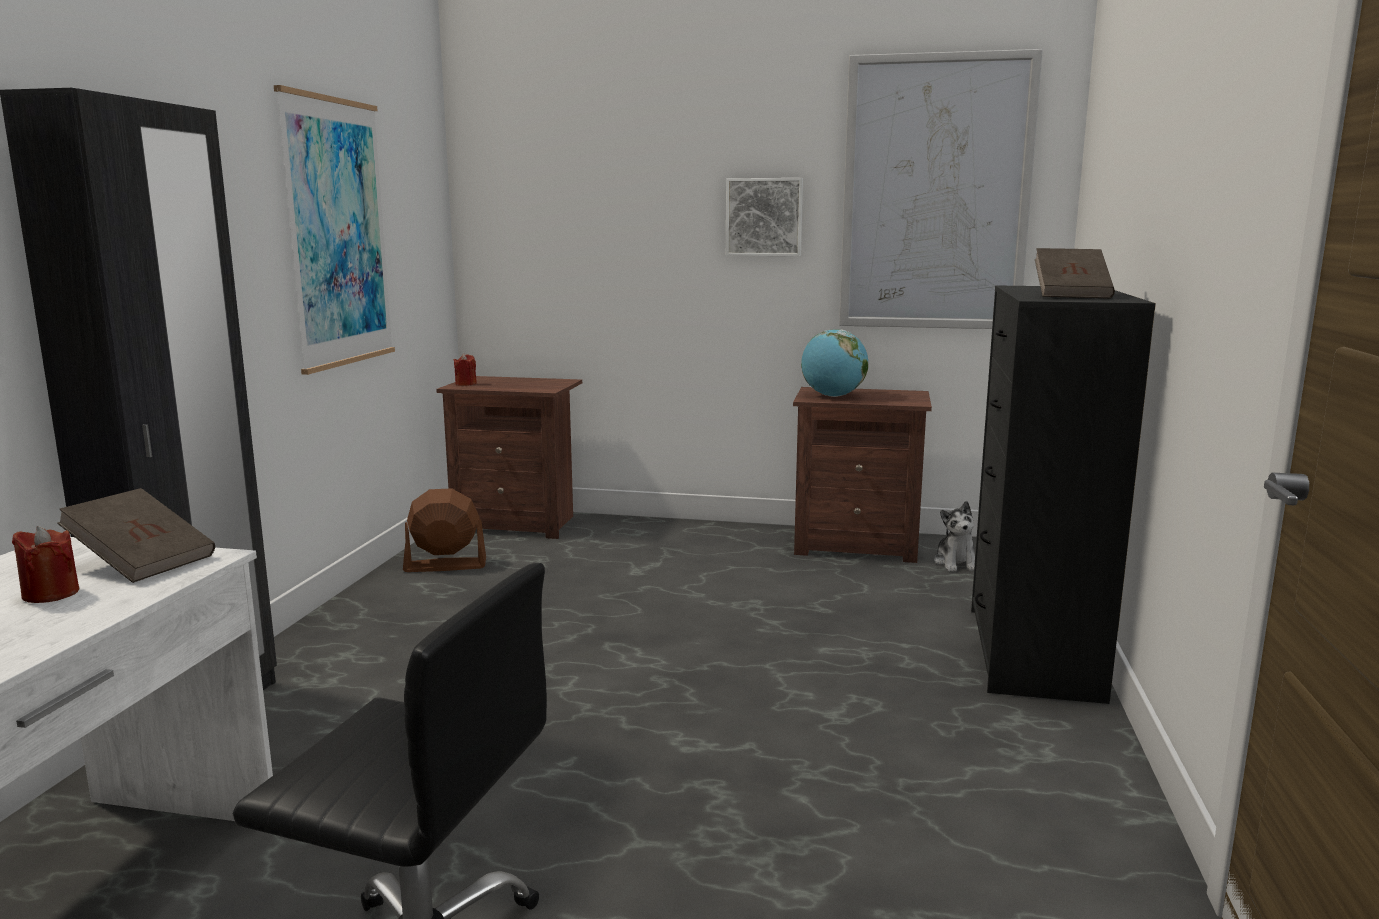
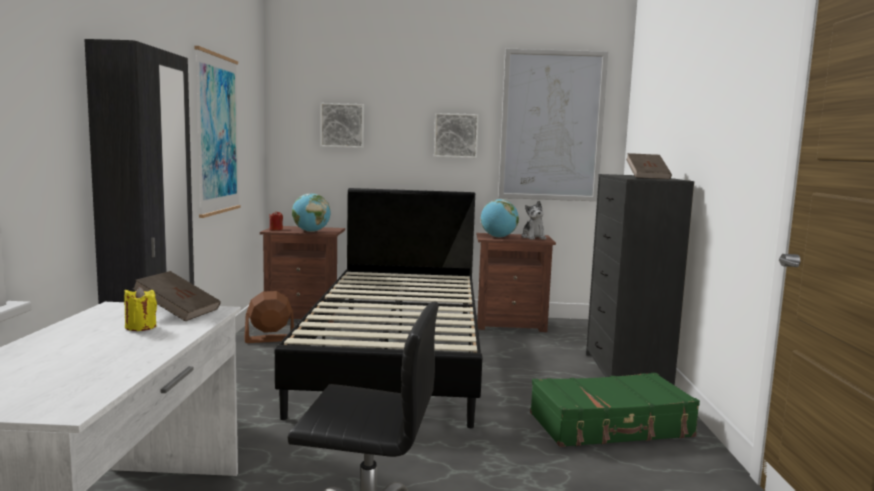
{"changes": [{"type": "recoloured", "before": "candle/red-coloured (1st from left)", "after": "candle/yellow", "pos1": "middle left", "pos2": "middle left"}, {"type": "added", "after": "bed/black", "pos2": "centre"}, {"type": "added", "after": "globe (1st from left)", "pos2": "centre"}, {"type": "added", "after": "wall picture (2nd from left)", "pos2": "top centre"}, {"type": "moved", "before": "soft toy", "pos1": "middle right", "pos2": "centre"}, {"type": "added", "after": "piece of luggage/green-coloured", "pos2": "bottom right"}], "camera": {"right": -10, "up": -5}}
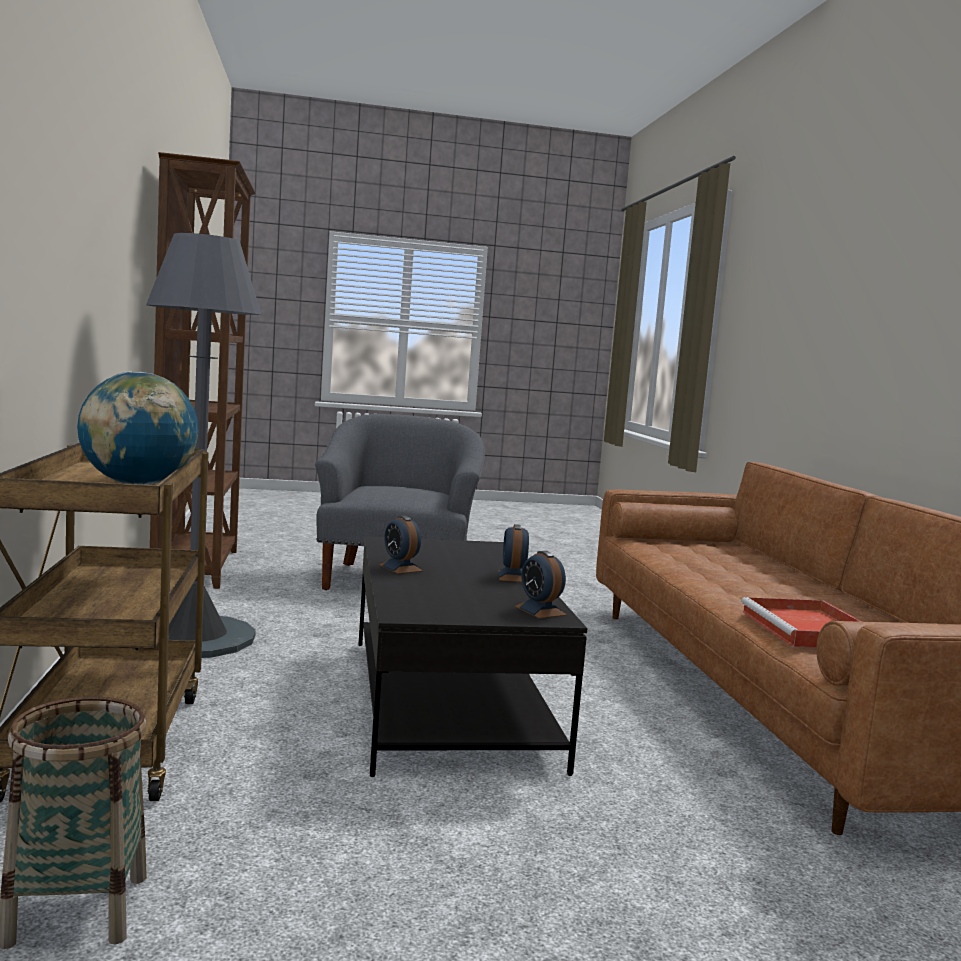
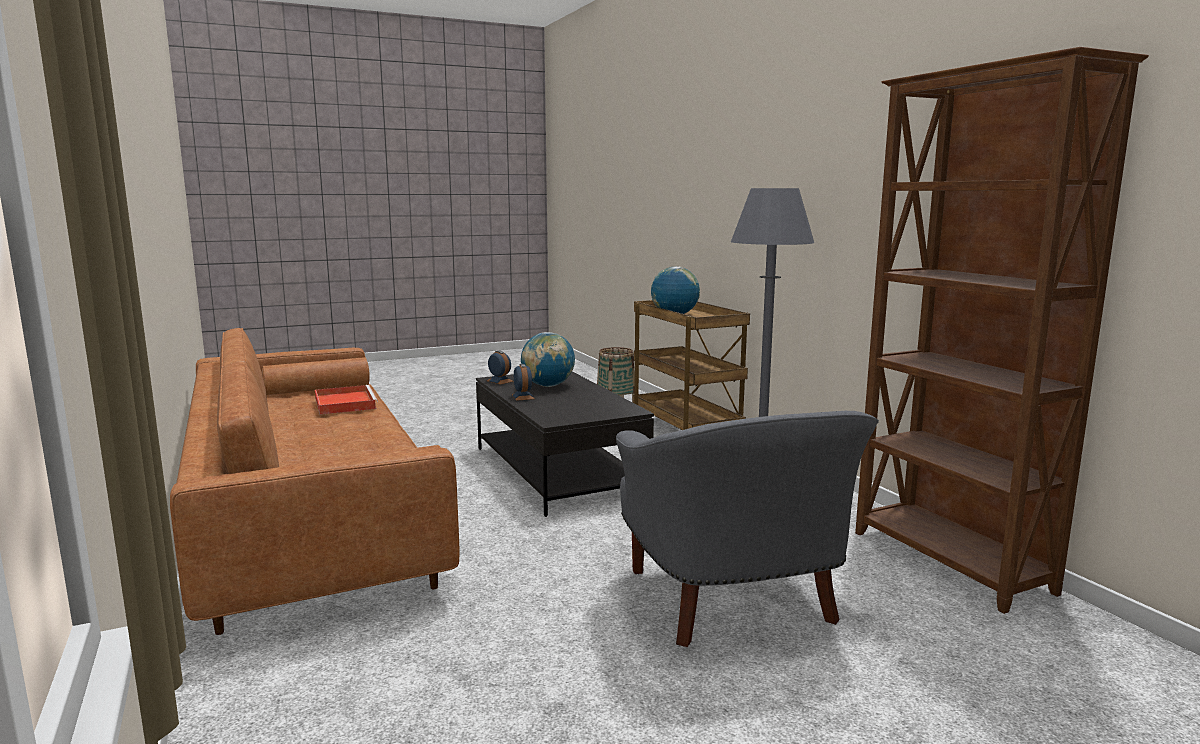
{"changes": [{"type": "added", "after": "globe (1st from left)", "pos2": "centre"}, {"type": "removed", "before": "table clock (1st from left)", "pos1": "centre"}], "camera": {"right": 165, "up": 5}}
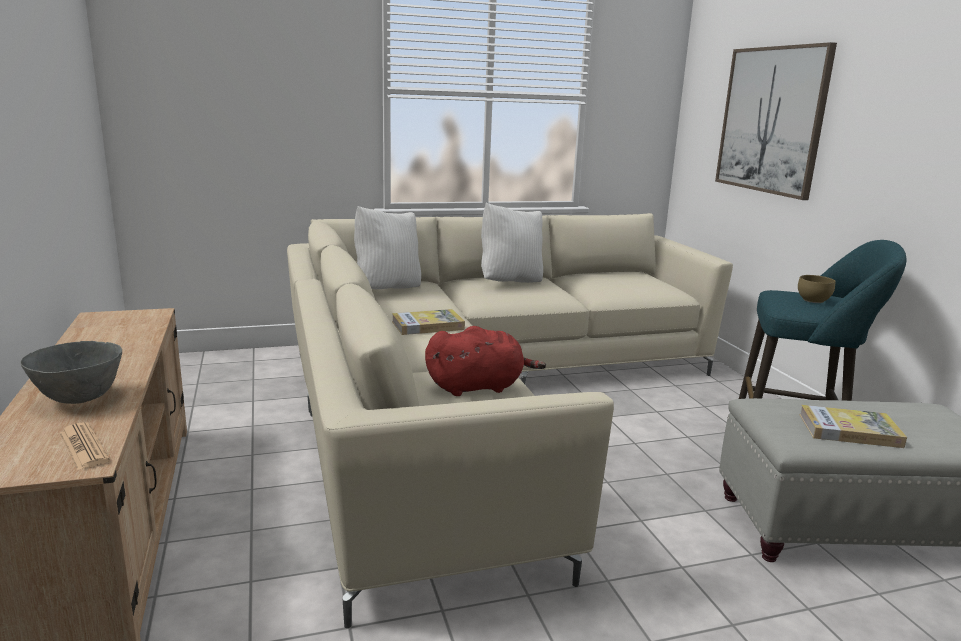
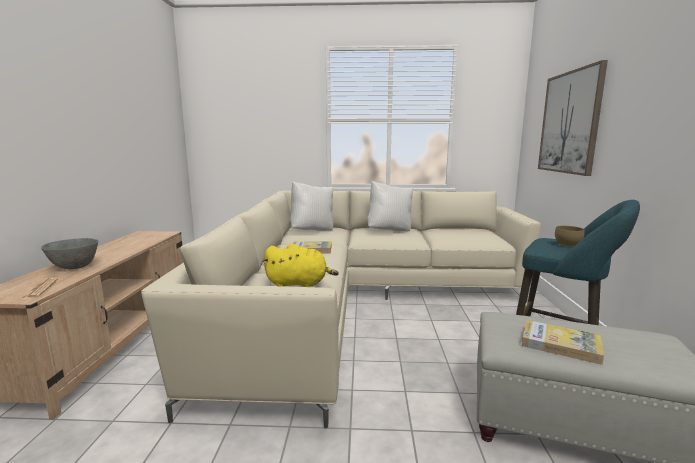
{"changes": [{"type": "recoloured", "before": "soft toy/red-coloured", "after": "soft toy/yellow", "pos1": "centre", "pos2": "centre"}], "camera": {"right": 20, "up": -5}}
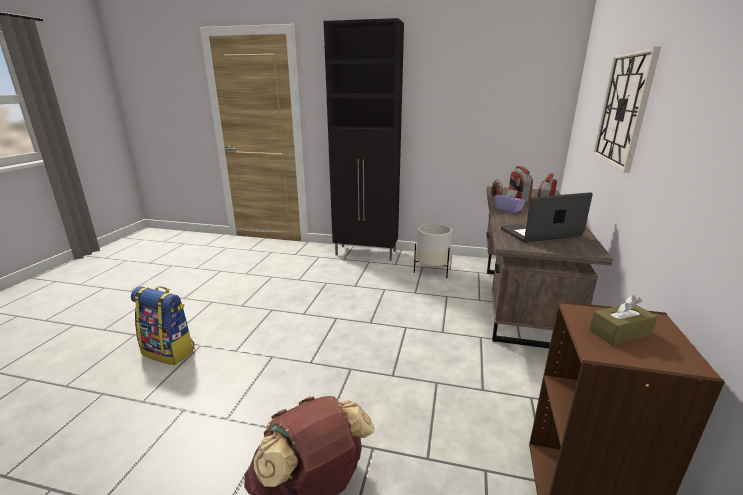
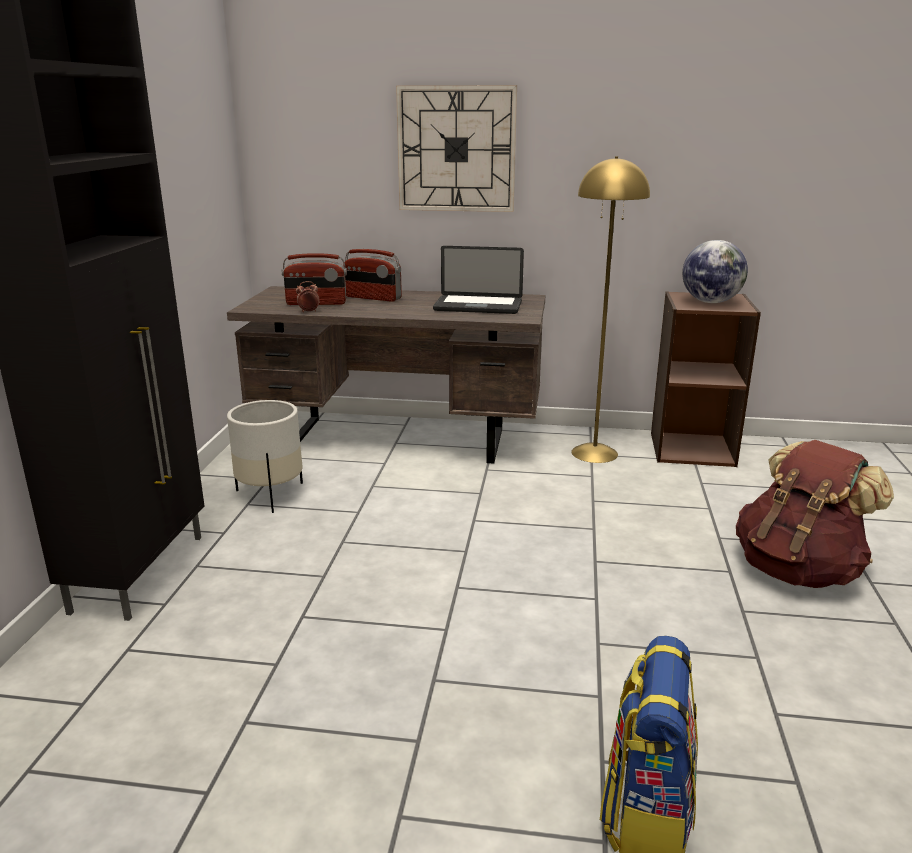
{"changes": [{"type": "turned", "before": "portable computer", "pos1": "middle right", "pos2": "top centre", "turn": -60}, {"type": "added", "after": "standing lamp/yellow", "pos2": "middle right"}, {"type": "replaced", "before": "tissue box/brown-coloured", "after": "globe", "pos1": "middle right", "pos2": "top right"}, {"type": "removed", "before": "tissue box/purplish", "pos1": "middle right"}], "camera": {"right": -95, "up": 0}}
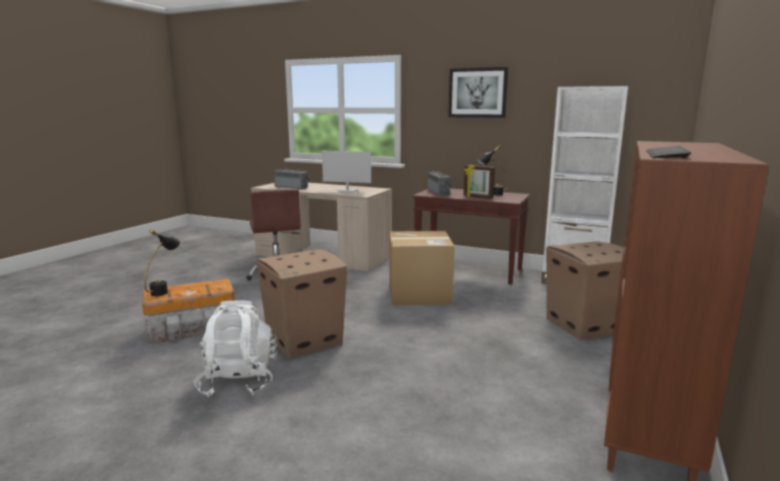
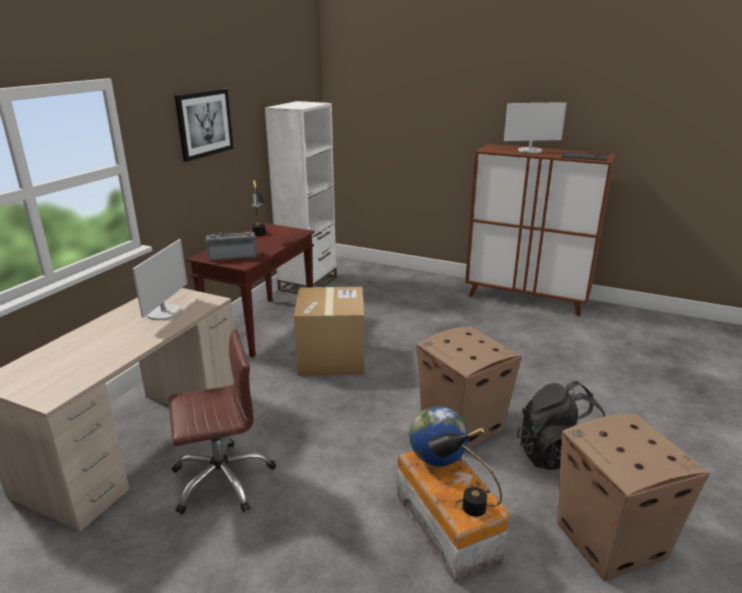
{"changes": [{"type": "added", "after": "globe", "pos2": "bottom centre"}, {"type": "added", "after": "monitor (2nd from left)", "pos2": "top right"}, {"type": "recoloured", "before": "backpack/white-coloured", "after": "backpack/black", "pos1": "bottom left", "pos2": "bottom right"}, {"type": "moved", "before": "cardboard box (3rd from left)", "pos1": "middle right", "pos2": "bottom right"}, {"type": "removed", "before": "radio (1st from left)", "pos1": "centre"}, {"type": "removed", "before": "standing frame", "pos1": "centre"}], "camera": {"right": -90, "up": 10}}
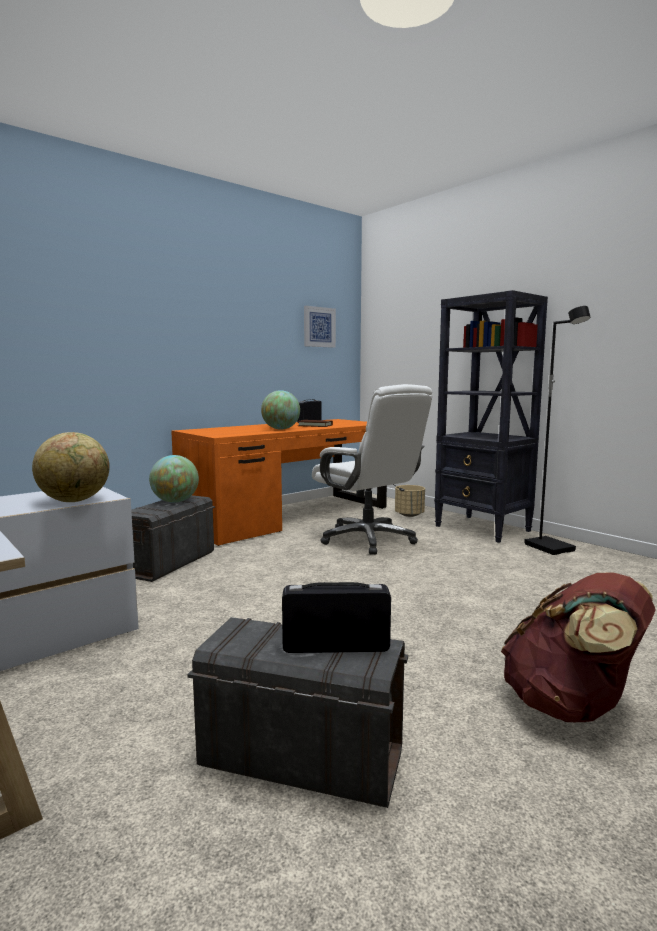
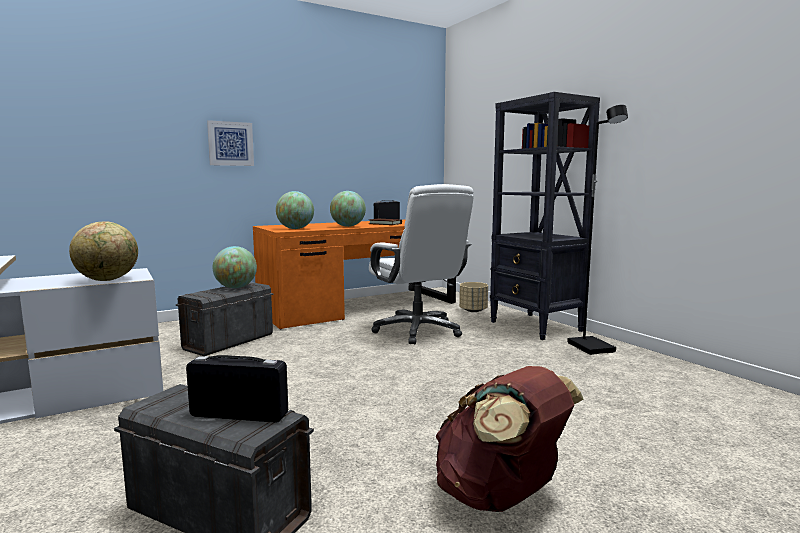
{"changes": [{"type": "moved", "before": "wall picture", "pos1": "centre", "pos2": "top left"}, {"type": "added", "after": "globe (3rd from left)", "pos2": "centre"}], "camera": {"right": 10, "up": 0}}
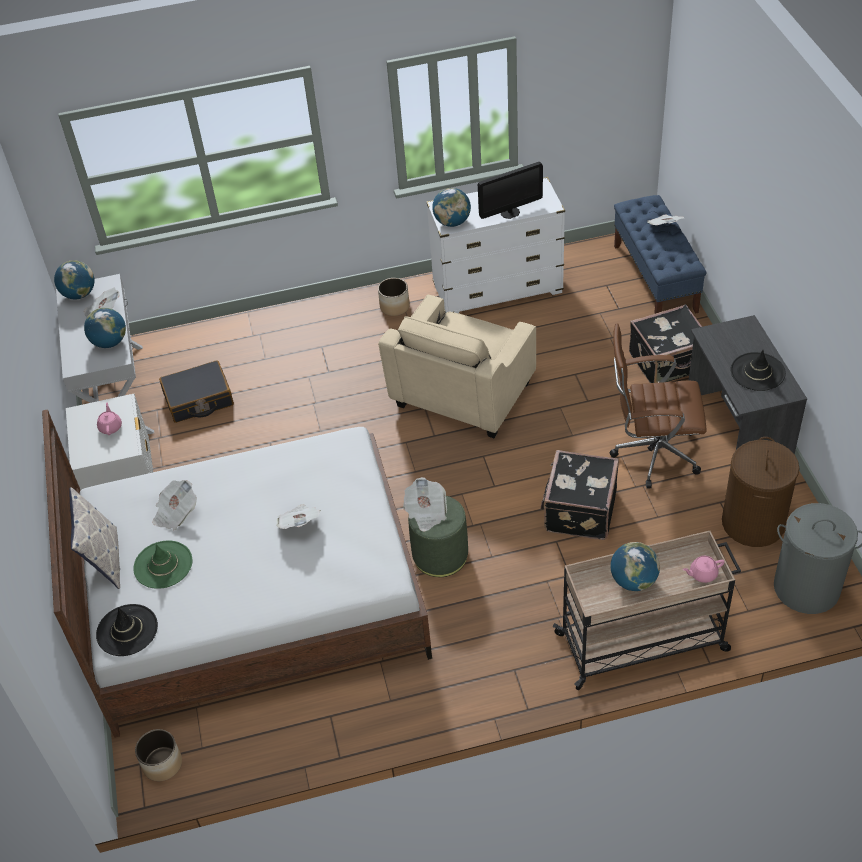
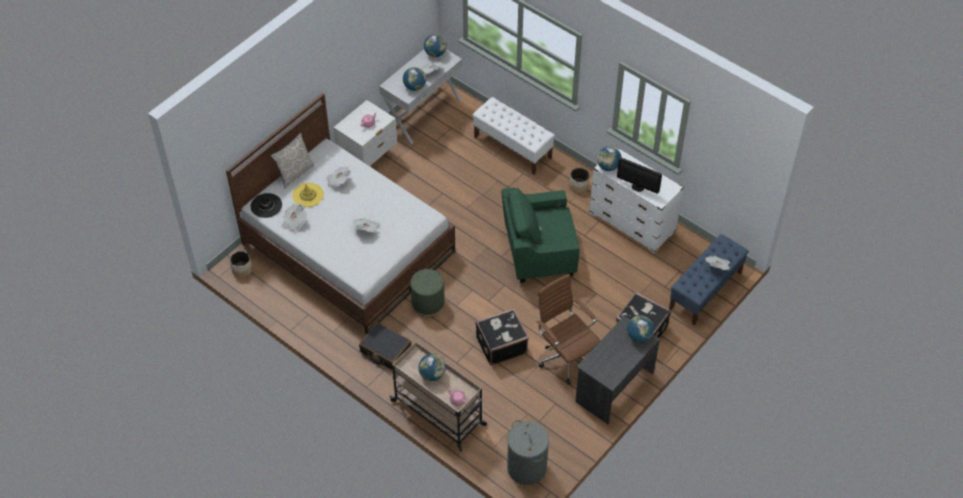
{"changes": [{"type": "moved", "before": "daily paper (4th from left in the first image)", "after": "daily paper (1st from left)", "pos1": "centre", "pos2": "middle left"}, {"type": "recoloured", "before": "clothing hat/green-coloured", "after": "clothing hat/yellow", "pos1": "middle left", "pos2": "middle left"}, {"type": "moved", "before": "piece of luggage/black (1st from left)", "pos1": "middle left", "pos2": "bottom centre"}, {"type": "added", "after": "indoor bench/white-coloured", "pos2": "top centre"}, {"type": "recoloured", "before": "armchair/beige", "after": "armchair/green-coloured", "pos1": "centre", "pos2": "centre"}, {"type": "added", "after": "globe (5th from left)", "pos2": "centre"}, {"type": "removed", "before": "hamper/brown-coloured", "pos1": "middle right"}, {"type": "removed", "before": "clothing hat/black (2nd from left)", "pos1": "middle right"}], "camera": {"right": 50, "up": 5}}
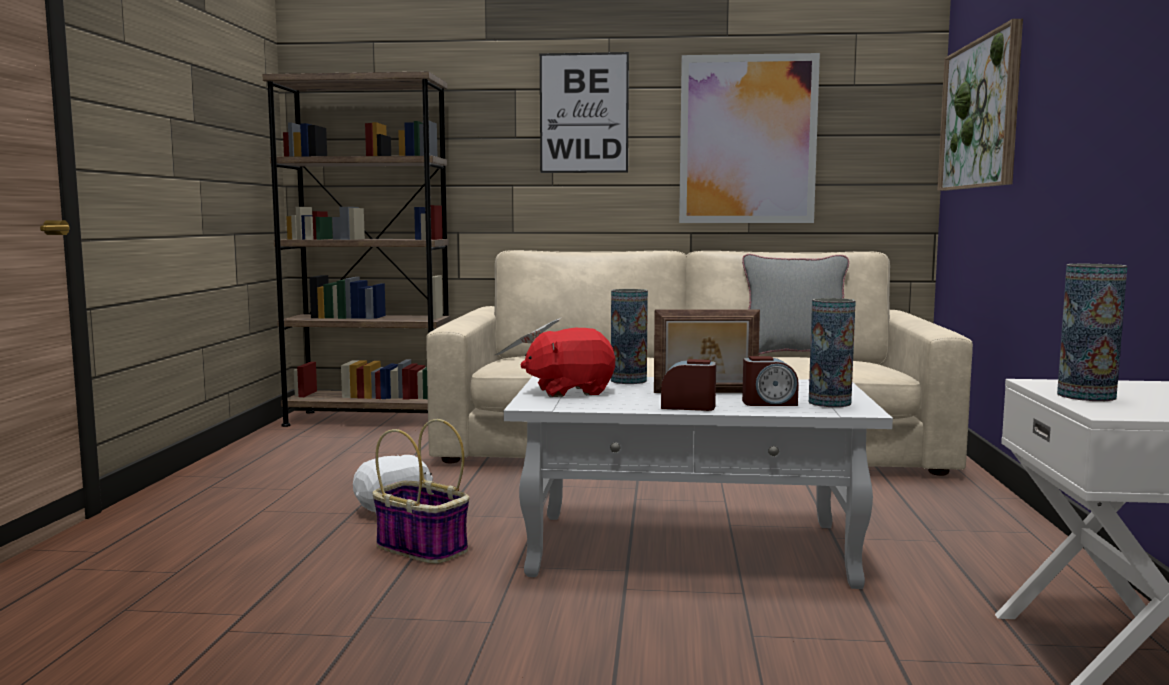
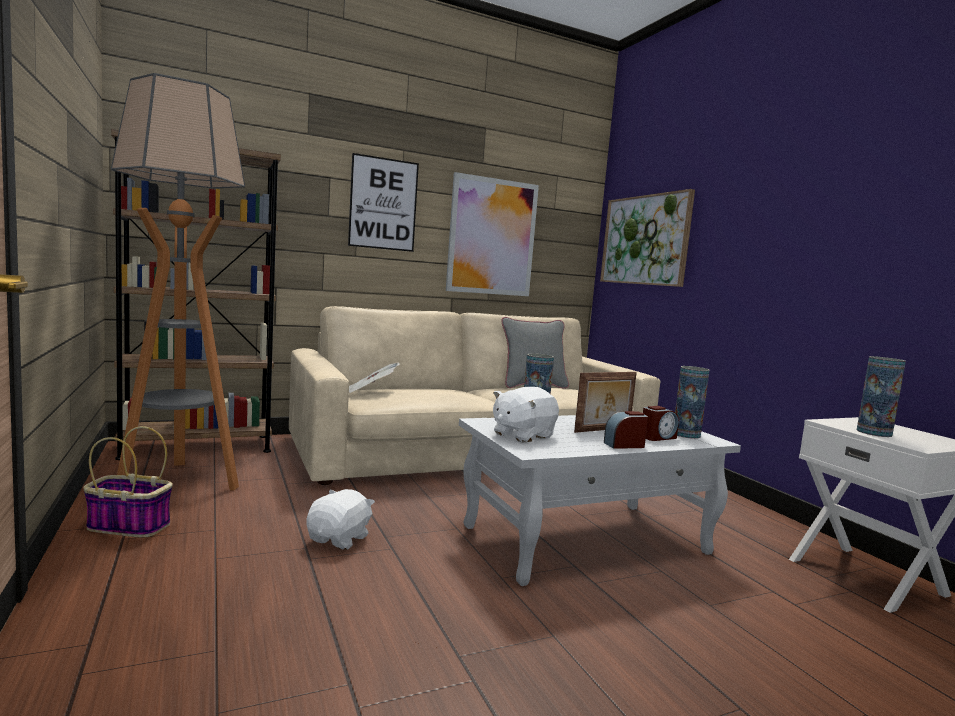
{"changes": [{"type": "moved", "before": "household basket", "pos1": "bottom centre", "pos2": "bottom left"}, {"type": "added", "after": "standing lamp", "pos2": "middle left"}, {"type": "recoloured", "before": "soft toy/red-coloured", "after": "soft toy/white-coloured (2nd from left)", "pos1": "centre", "pos2": "centre"}], "camera": {"right": -30, "up": 0}}
